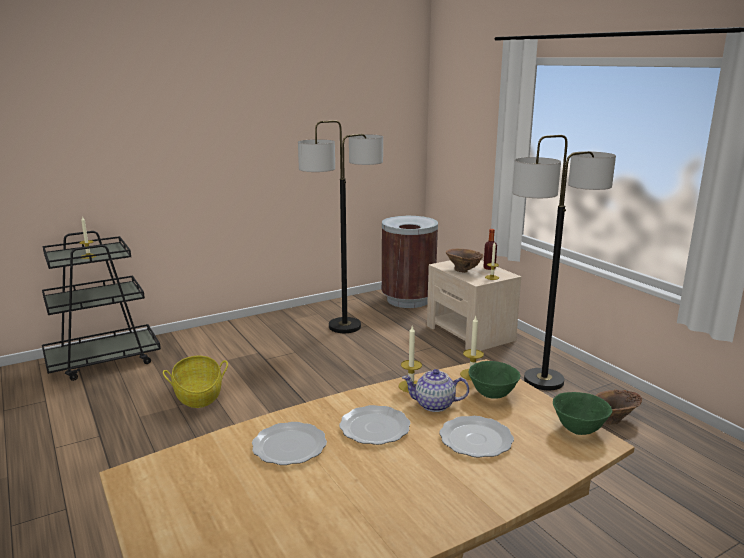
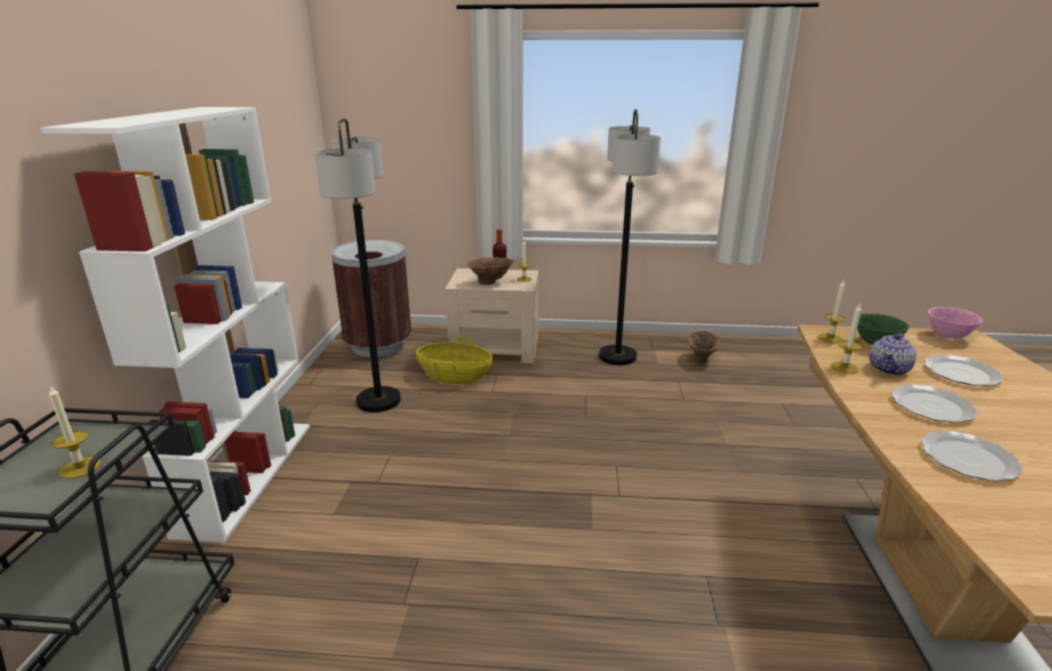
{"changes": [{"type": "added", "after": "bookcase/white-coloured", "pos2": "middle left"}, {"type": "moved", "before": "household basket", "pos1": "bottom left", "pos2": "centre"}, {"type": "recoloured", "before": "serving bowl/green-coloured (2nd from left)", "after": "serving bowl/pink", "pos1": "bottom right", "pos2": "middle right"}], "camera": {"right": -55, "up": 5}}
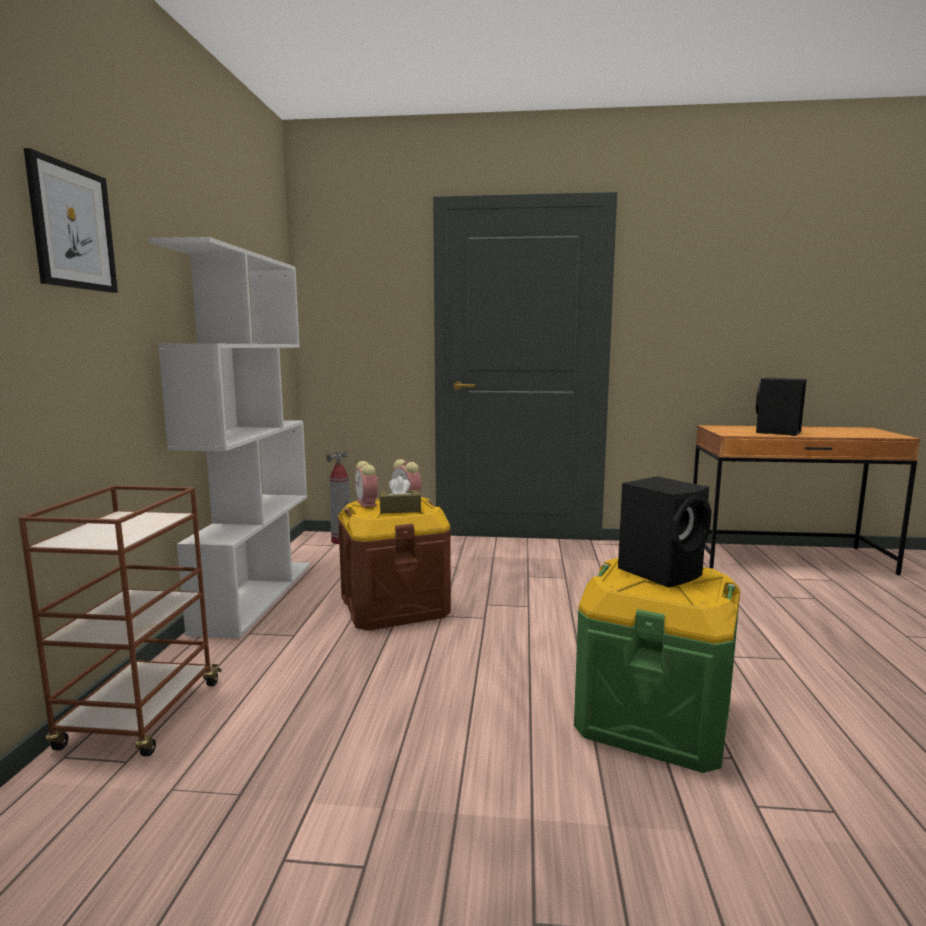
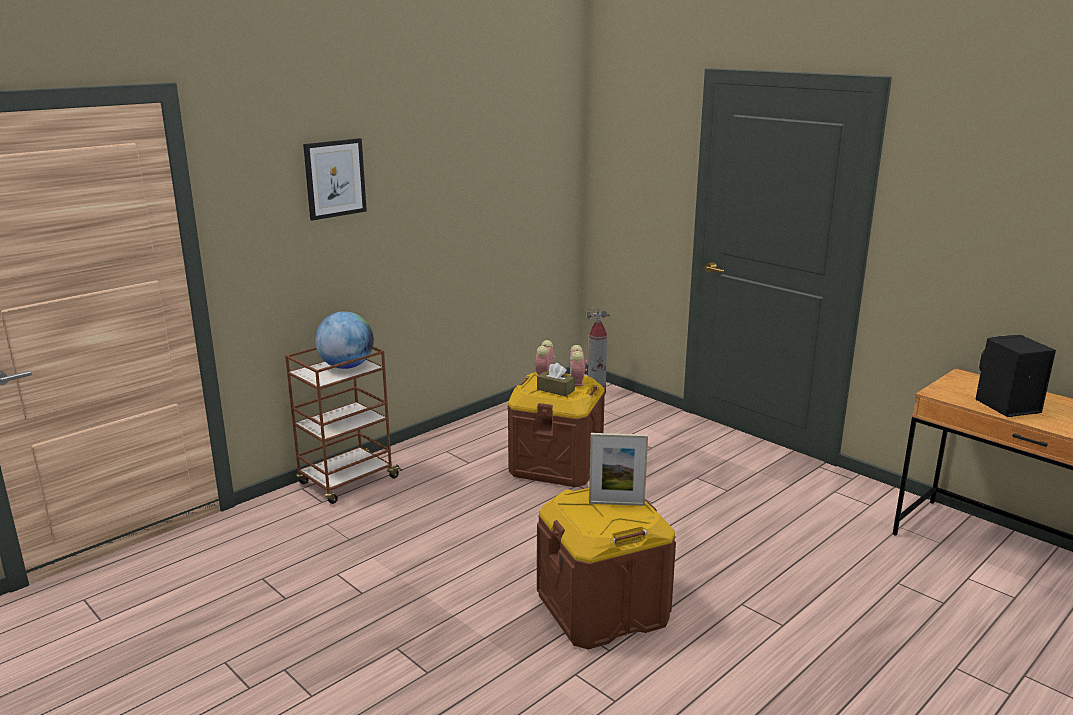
{"changes": [{"type": "added", "after": "globe", "pos2": "middle left"}, {"type": "recoloured", "before": "storage container/green-coloured", "after": "storage container/brown-coloured (2nd from left)", "pos1": "bottom right", "pos2": "bottom centre"}, {"type": "replaced", "before": "speaker/black (1st from left)", "after": "standing frame", "pos1": "middle right", "pos2": "centre"}, {"type": "removed", "before": "bookcase/white-coloured", "pos1": "middle left"}], "camera": {"right": 40, "up": 10}}
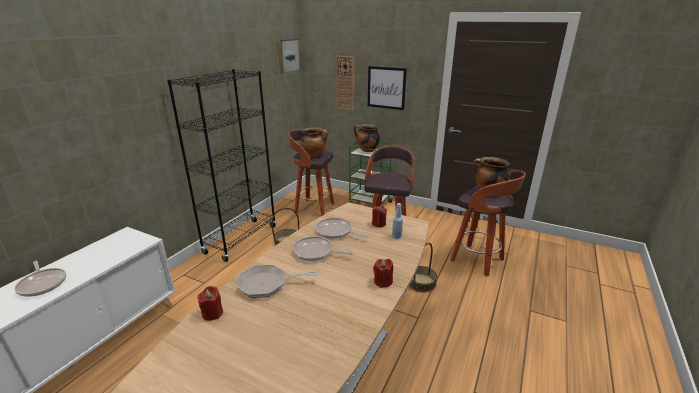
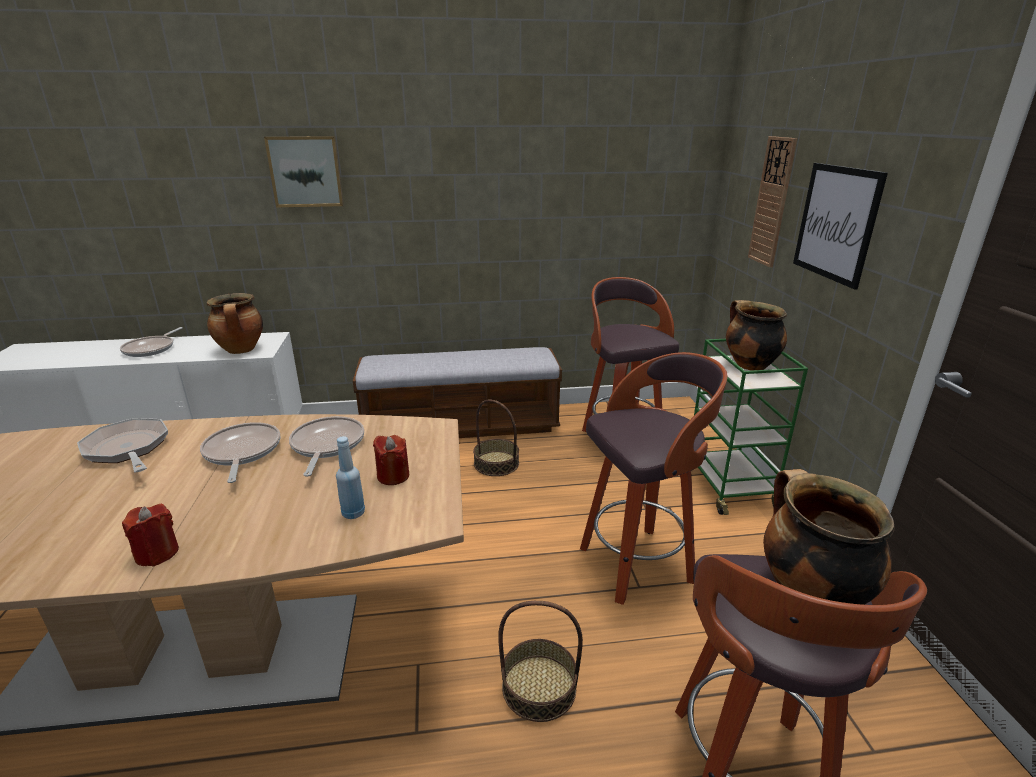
{"changes": [{"type": "moved", "before": "saucepot (1st from left)", "pos1": "centre", "pos2": "middle left"}, {"type": "moved", "before": "wall picture (1st from left)", "pos1": "top centre", "pos2": "top left"}, {"type": "replaced", "before": "bookcase/black", "after": "indoor bench", "pos1": "middle left", "pos2": "centre"}, {"type": "removed", "before": "candle/red-coloured (1st from left)", "pos1": "bottom left"}], "camera": {"right": 55, "up": 0}}
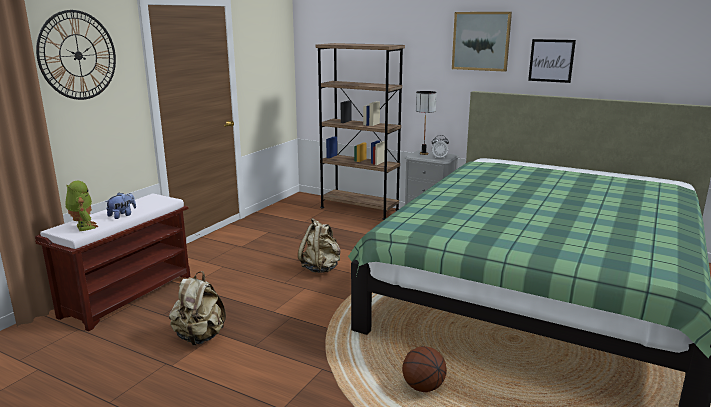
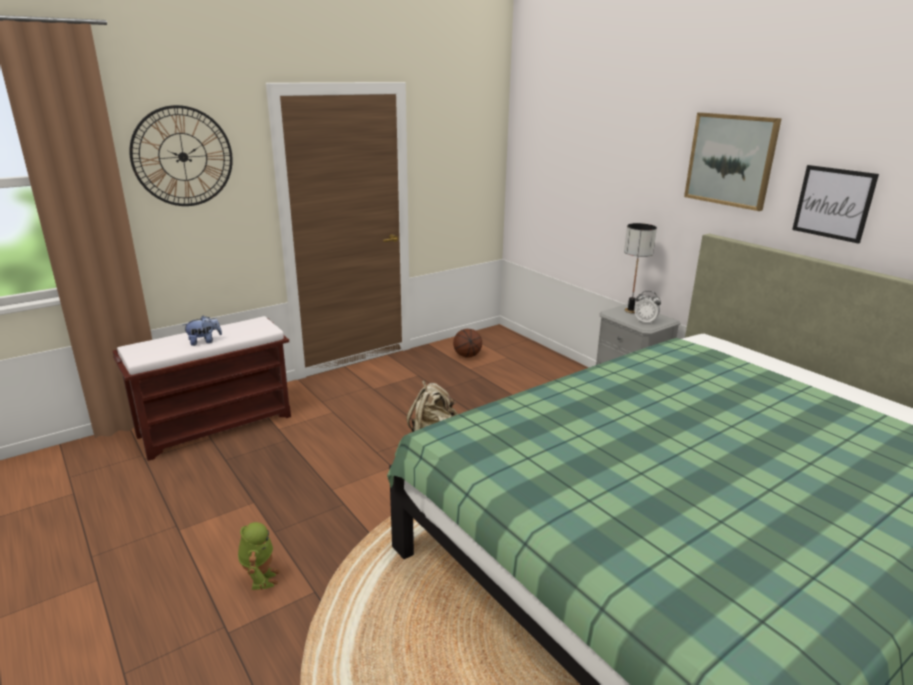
{"changes": [{"type": "moved", "before": "toy robot", "pos1": "middle left", "pos2": "bottom left"}, {"type": "moved", "before": "basketball ball", "pos1": "bottom centre", "pos2": "centre"}, {"type": "removed", "before": "backpack/beige (1st from left)", "pos1": "bottom left"}, {"type": "removed", "before": "bookcase/brown-coloured", "pos1": "top centre"}], "camera": {"right": 25, "up": 5}}
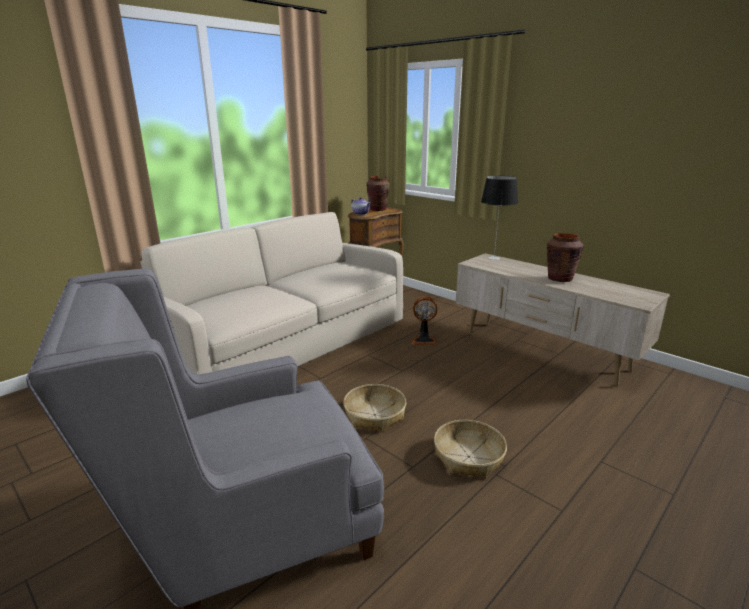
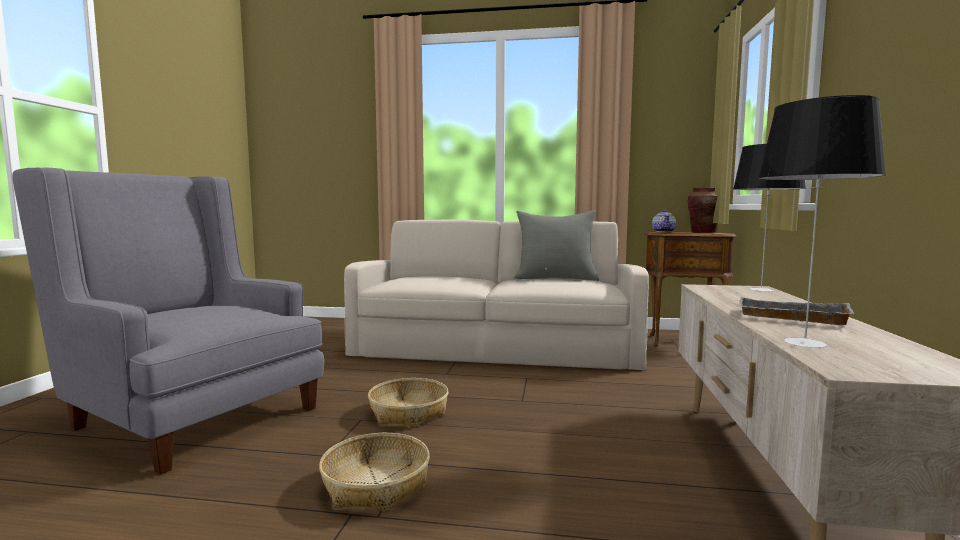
{"changes": [{"type": "added", "after": "cushion/grey", "pos2": "centre"}, {"type": "replaced", "before": "decorative vase/brown-coloured (2nd from left)", "after": "serving tray/grey", "pos1": "middle right", "pos2": "middle right"}, {"type": "added", "after": "table lamp (2nd from left)", "pos2": "middle right"}, {"type": "removed", "before": "cooling fan", "pos1": "centre"}], "camera": {"right": 55, "up": -15}}
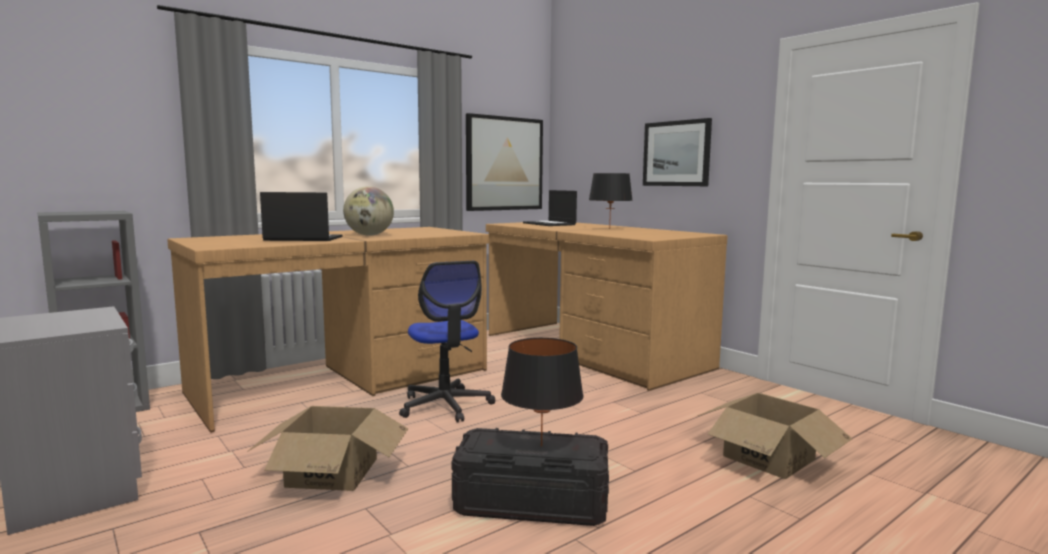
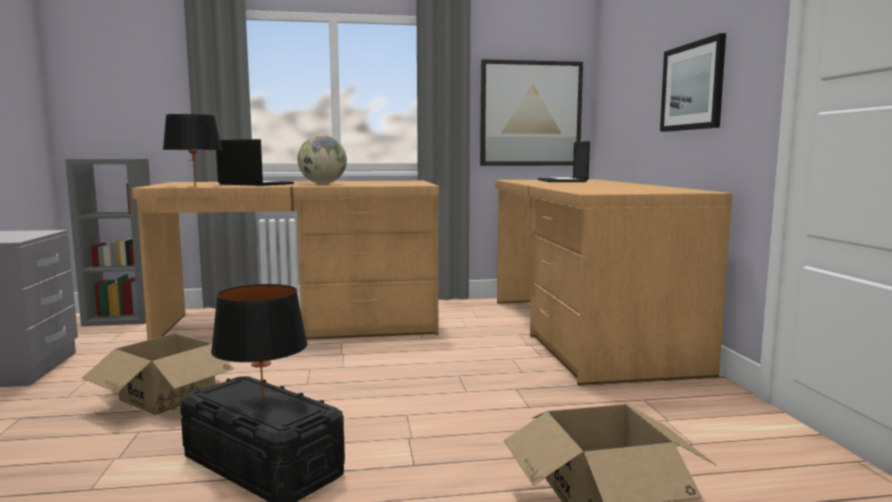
{"changes": [{"type": "moved", "before": "table lamp/black (2nd from left in the first image)", "after": "table lamp/black (1st from left)", "pos1": "centre", "pos2": "top left"}, {"type": "removed", "before": "desk chair", "pos1": "centre"}], "camera": {"right": 30, "up": 0}}
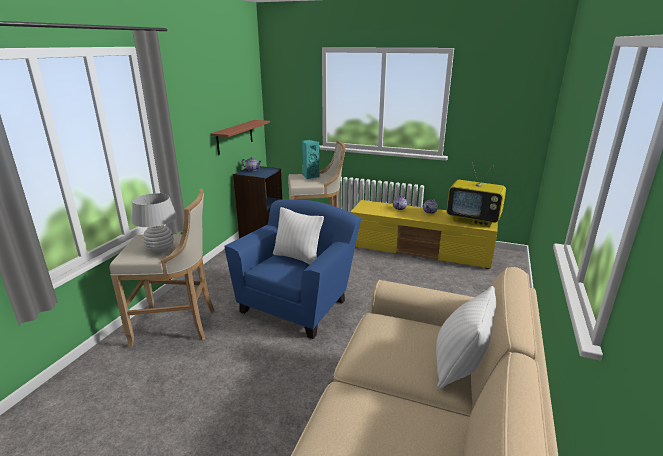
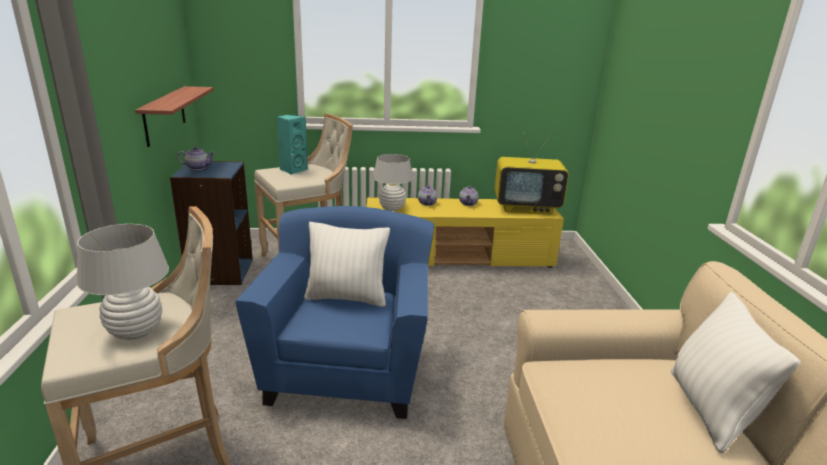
{"changes": [{"type": "added", "after": "table lamp/white-coloured (2nd from left)", "pos2": "centre"}], "camera": {"right": -25, "up": 0}}
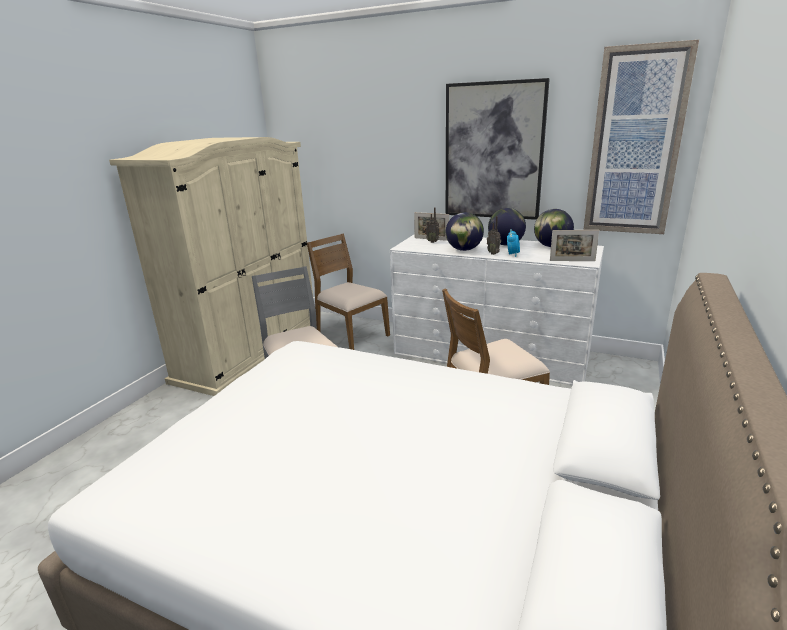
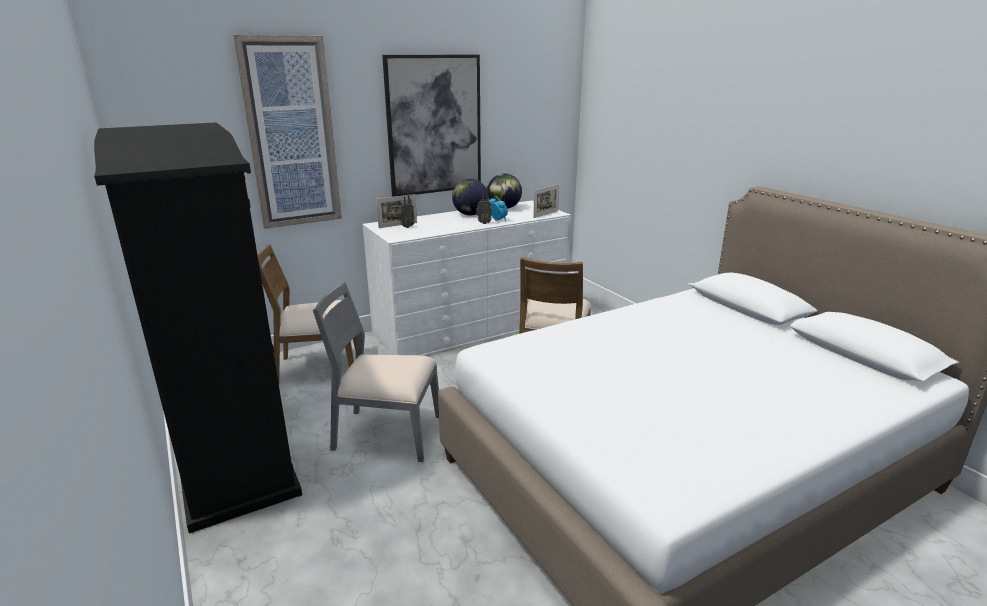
{"changes": [{"type": "recoloured", "before": "armoire/beige", "after": "armoire/black", "pos1": "middle left", "pos2": "middle left"}, {"type": "moved", "before": "wall picture (2nd from left in the first image)", "after": "wall picture (1st from left)", "pos1": "top right", "pos2": "top left"}, {"type": "removed", "before": "globe (1st from left)", "pos1": "centre"}], "camera": {"right": -55, "up": 0}}
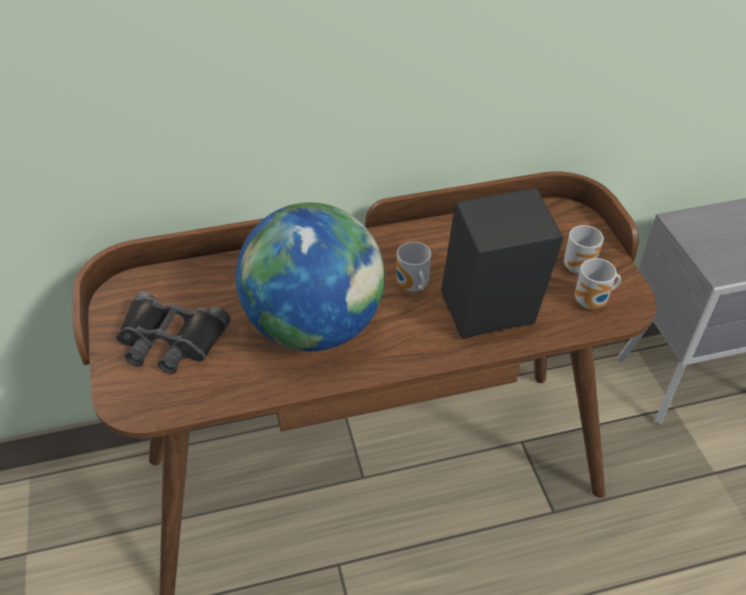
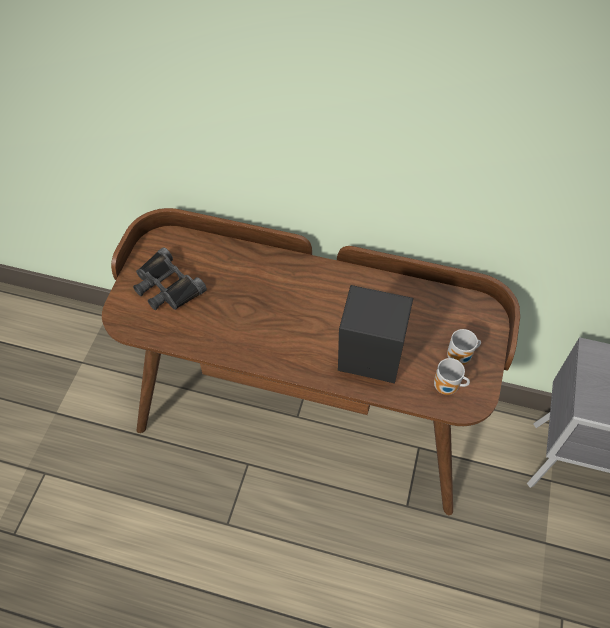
{"changes": [{"type": "removed", "before": "globe", "pos1": "centre"}, {"type": "removed", "before": "mug (1st from left)", "pos1": "centre"}], "camera": {"right": 30, "up": 10}}
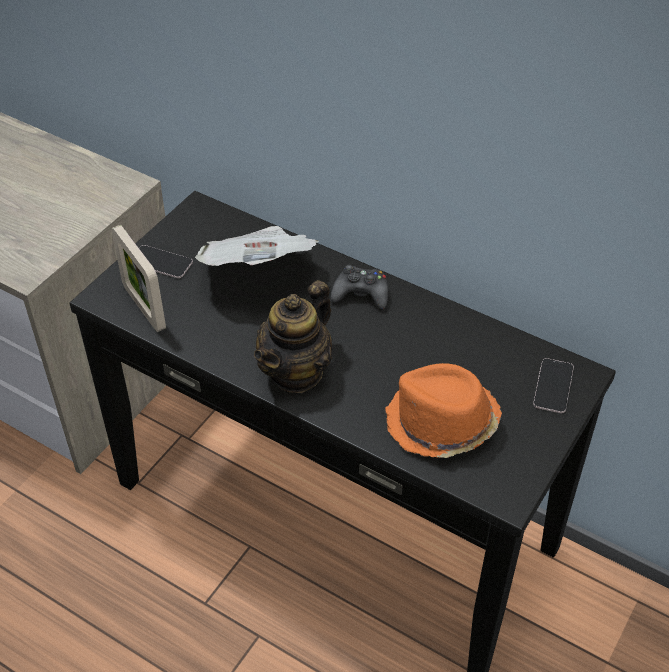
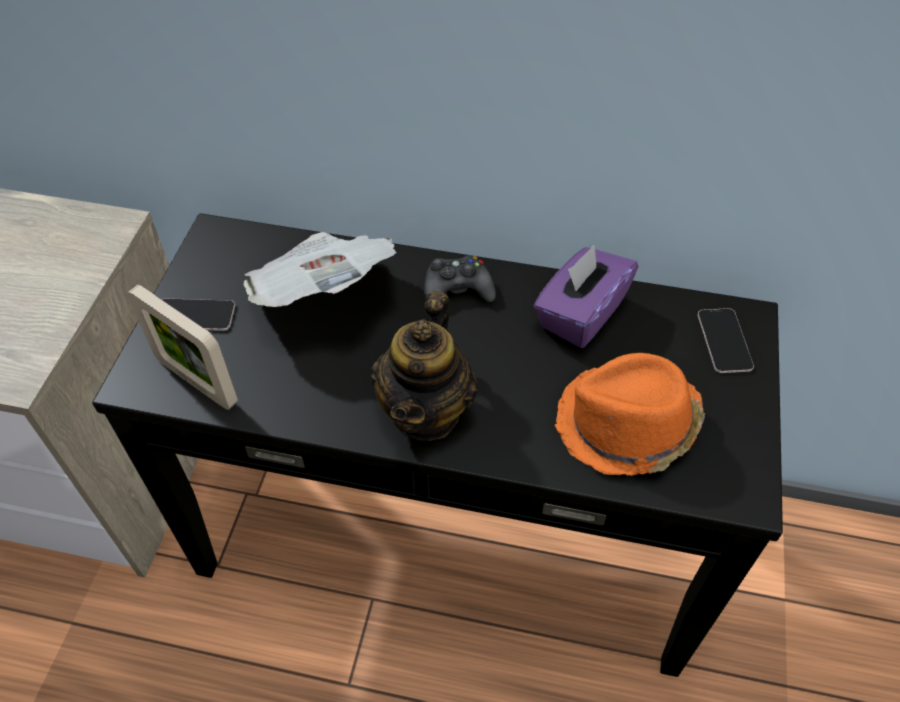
{"changes": [{"type": "added", "after": "tissue box/purplish", "pos2": "centre"}], "camera": {"right": -20, "up": 5}}
